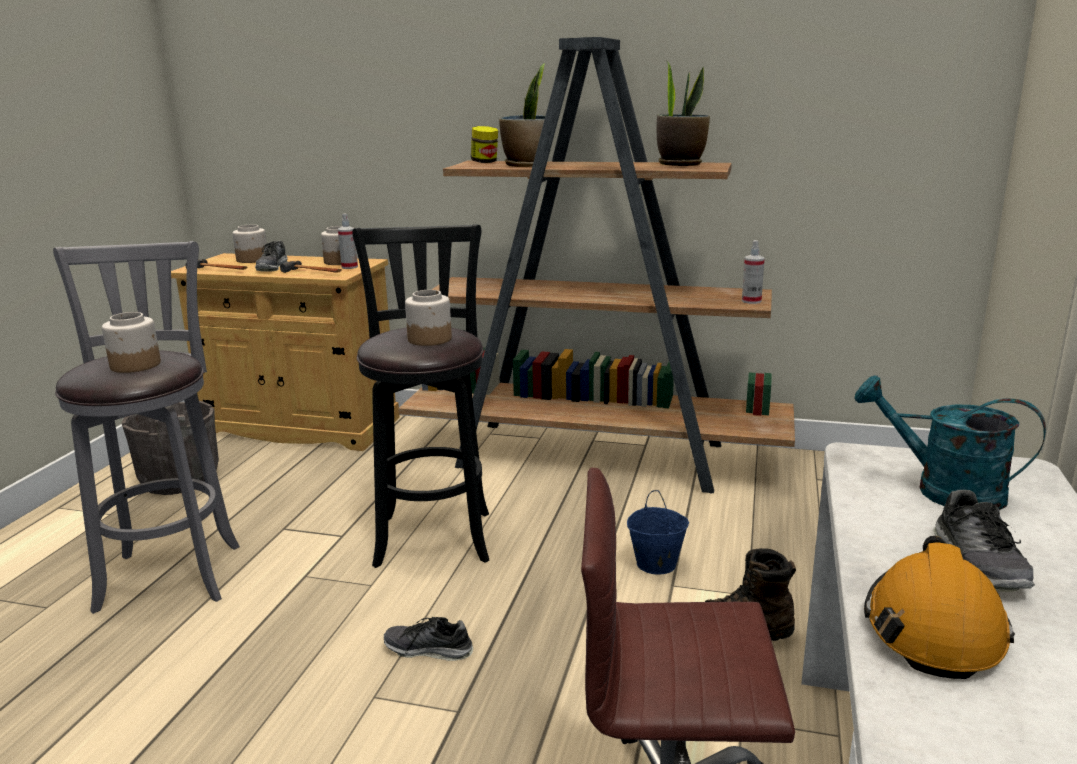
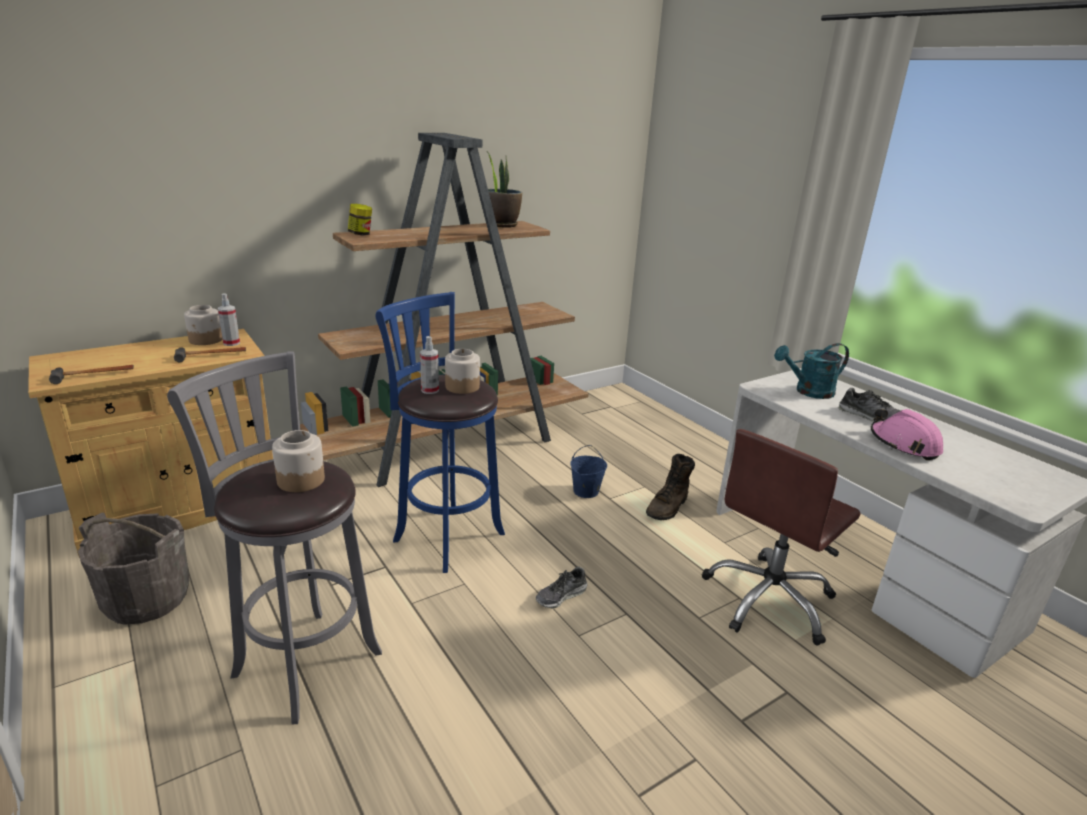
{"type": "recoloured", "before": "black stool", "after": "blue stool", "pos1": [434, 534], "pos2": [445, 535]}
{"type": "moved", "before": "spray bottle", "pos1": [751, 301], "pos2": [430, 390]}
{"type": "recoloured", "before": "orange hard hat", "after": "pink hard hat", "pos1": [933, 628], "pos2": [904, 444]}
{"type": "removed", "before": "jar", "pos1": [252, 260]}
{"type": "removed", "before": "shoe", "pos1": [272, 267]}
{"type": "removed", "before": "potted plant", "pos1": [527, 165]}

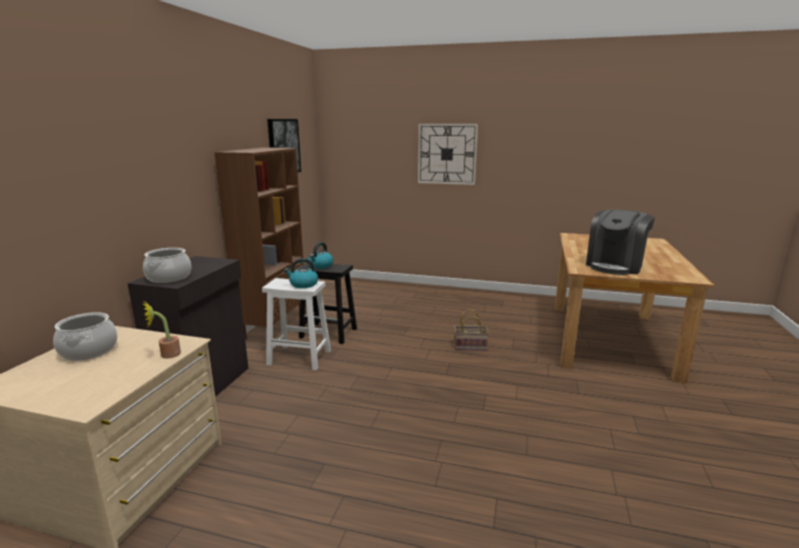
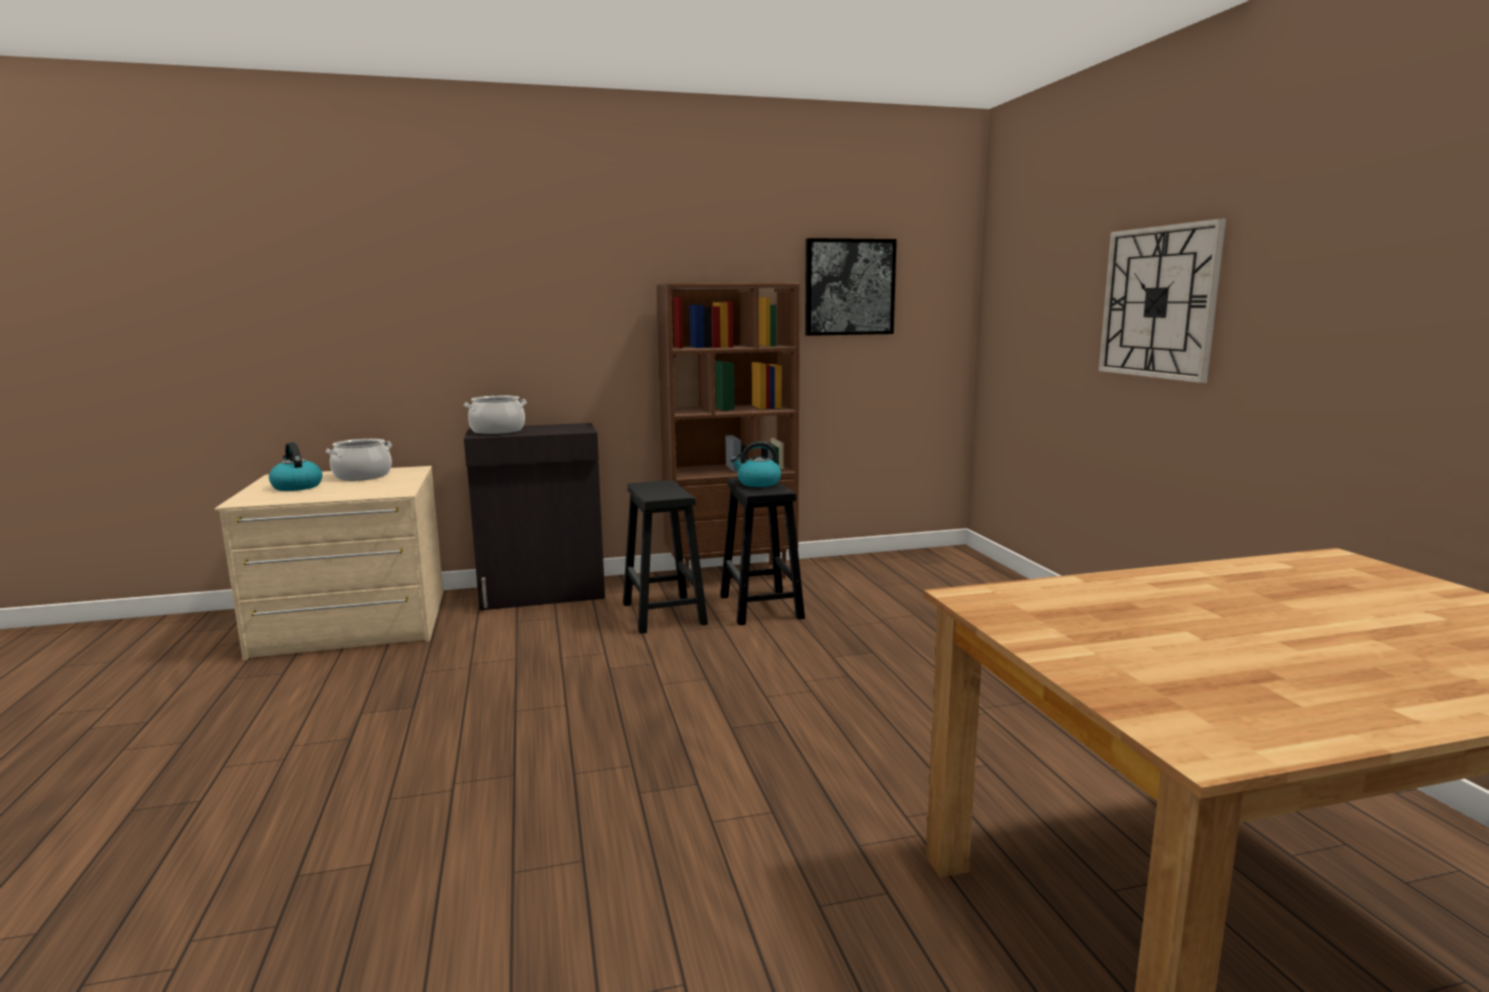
{"type": "moved", "before": "kettle", "pos1": [303, 284], "pos2": [296, 487]}
{"type": "recoloured", "before": "white stool", "after": "black stool", "pos1": [300, 357], "pos2": [664, 614]}
{"type": "removed", "before": "potted plant", "pos1": [166, 355]}
{"type": "removed", "before": "basket", "pos1": [471, 346]}
{"type": "removed", "before": "coffee machine", "pos1": [615, 266]}

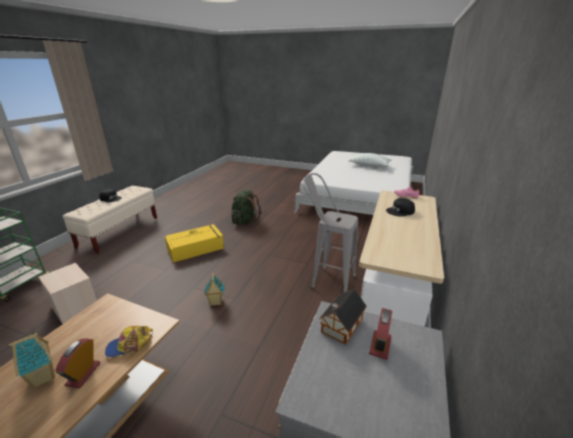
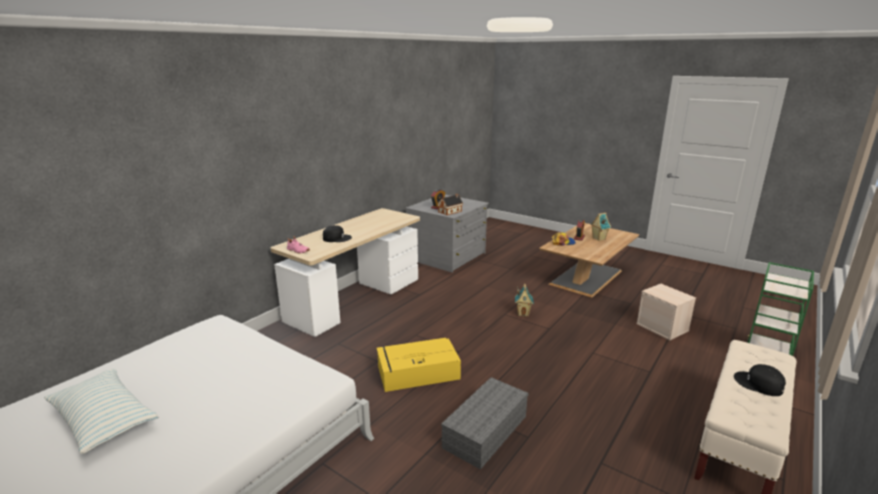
{"type": "moved", "before": "yellow storage box", "pos1": [196, 248], "pos2": [417, 373]}
{"type": "replaced", "before": "green backpack", "after": "grey storage box", "pos1": [245, 221], "pos2": [485, 430]}
{"type": "removed", "before": "grey stool", "pos1": [326, 280]}

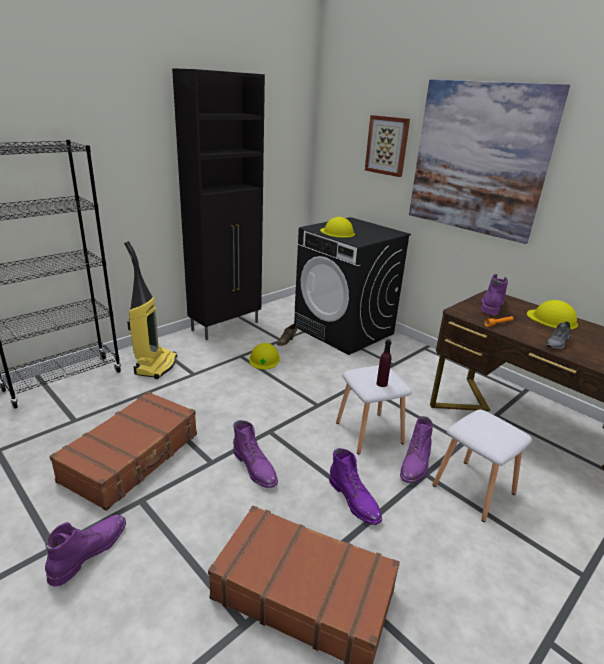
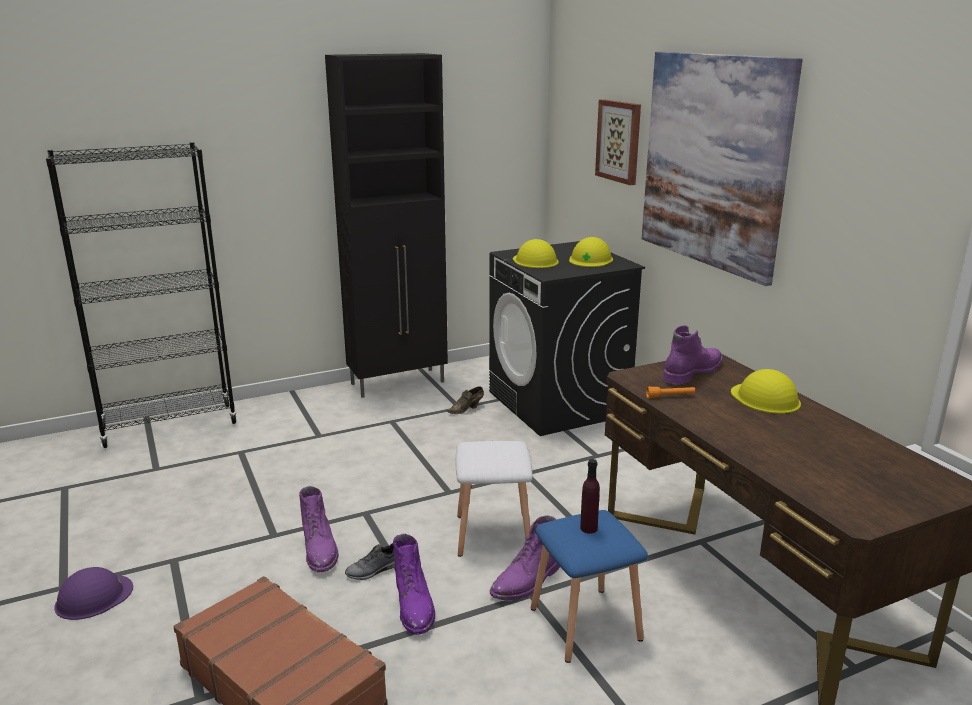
{"type": "replaced", "before": "purple boot", "after": "purple hard hat", "pos1": [88, 551], "pos2": [93, 597]}
{"type": "moved", "before": "grey shoe", "pos1": [557, 343], "pos2": [373, 570]}
{"type": "recoloured", "before": "white stool", "after": "blue stool", "pos1": [472, 489], "pos2": [583, 623]}
{"type": "moved", "before": "yellow hard hat", "pos1": [264, 359], "pos2": [590, 259]}
{"type": "moved", "before": "purple bottle", "pos1": [381, 384], "pos2": [588, 528]}
{"type": "removed", "before": "brown suitcase", "pos1": [132, 457]}
{"type": "removed", "before": "vacuum cleaner", "pos1": [155, 365]}

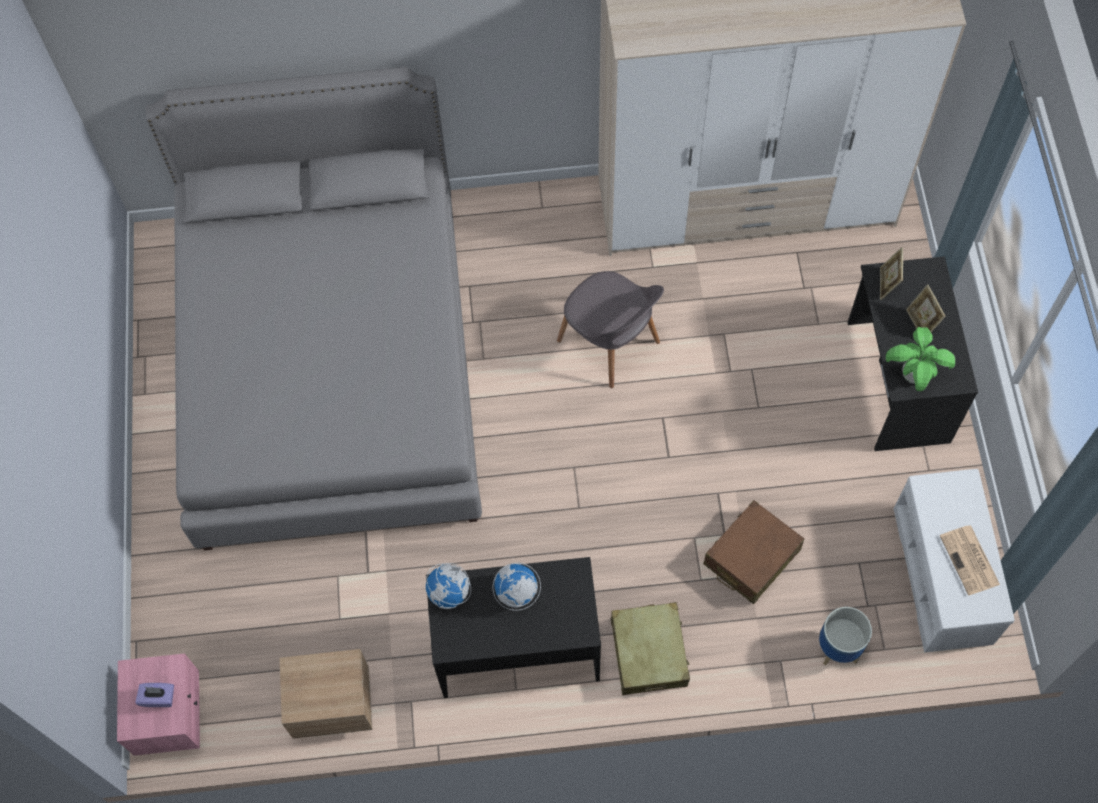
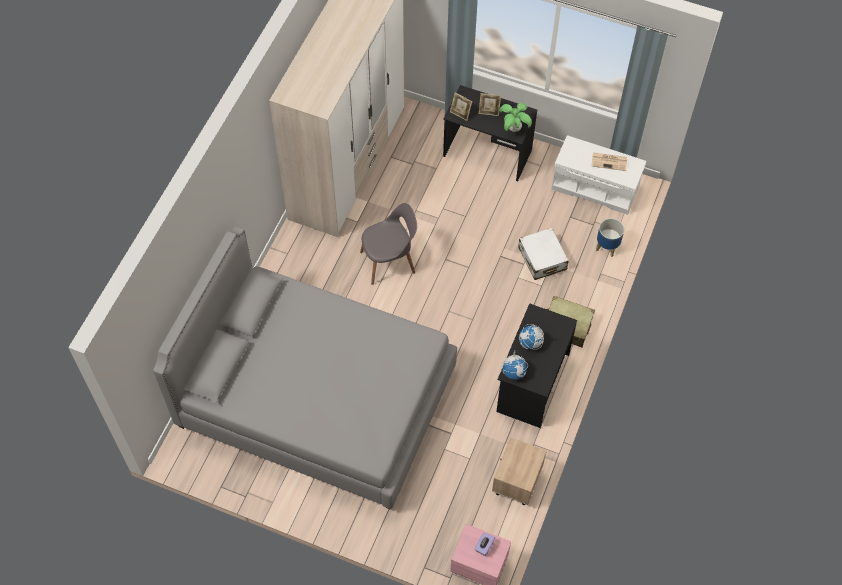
{"type": "recoloured", "before": "brown suitcase", "after": "white suitcase", "pos1": [751, 557], "pos2": [542, 259]}

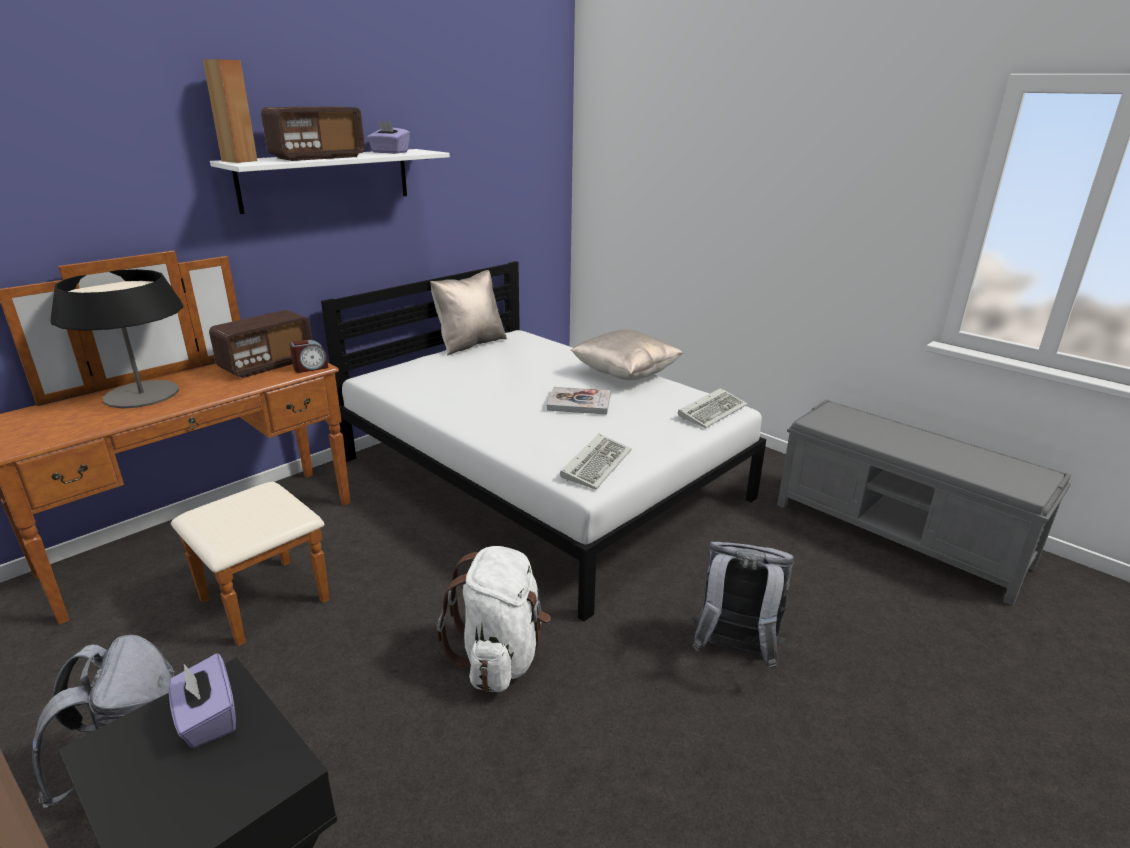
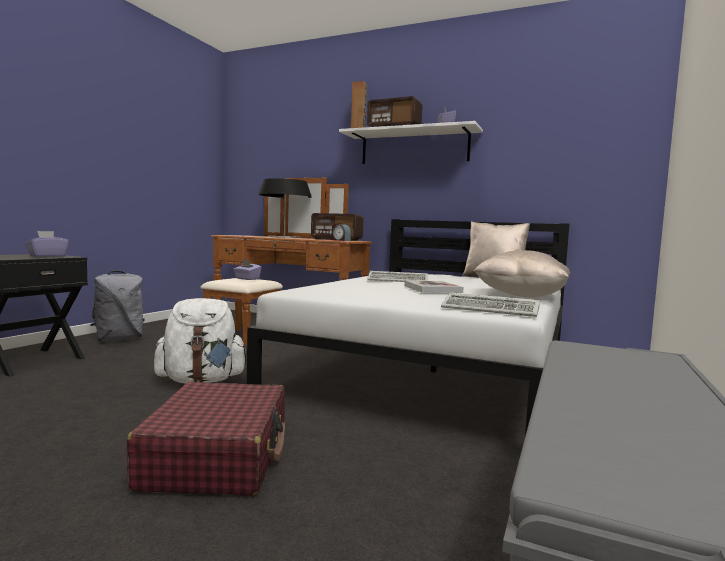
{"type": "replaced", "before": "grey backpack", "after": "red suitcase", "pos1": [734, 652], "pos2": [218, 456]}
{"type": "added", "after": "purple tissue box", "pos2": [247, 279]}
{"type": "moved", "before": "keyboard", "pos1": [596, 464], "pos2": [399, 280]}

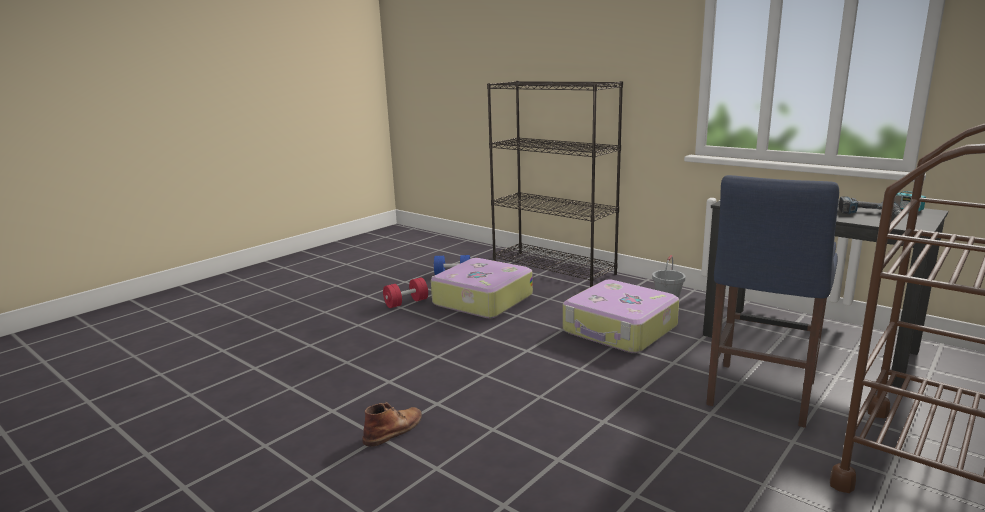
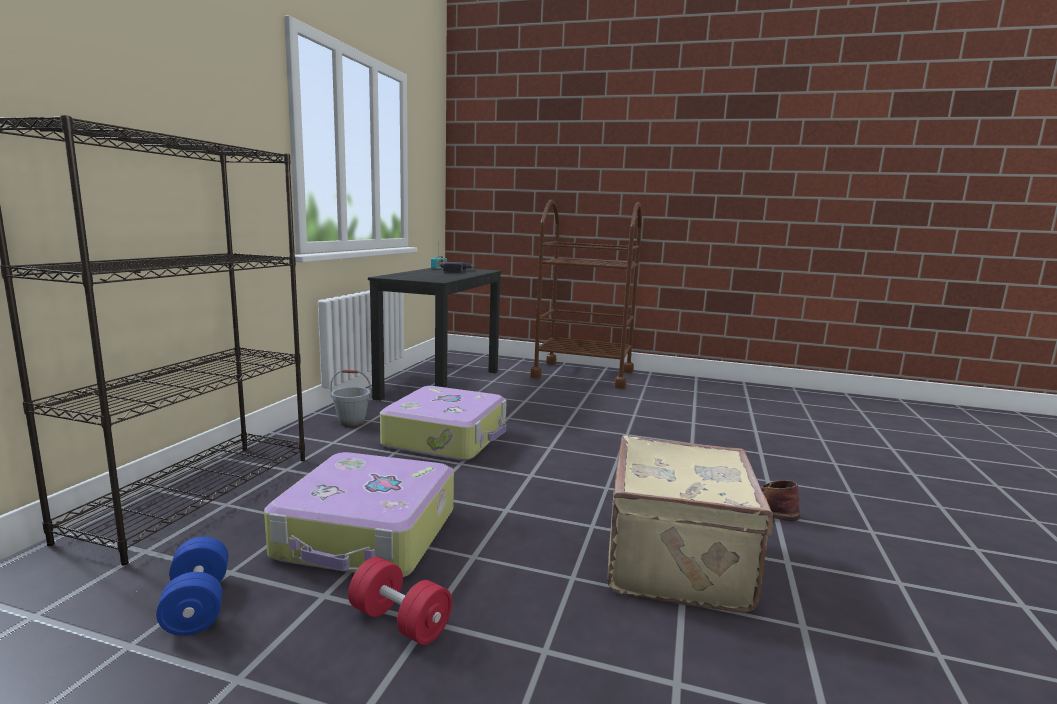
{"type": "added", "after": "beige suitcase", "pos2": [679, 561]}
{"type": "removed", "before": "blue stool", "pos1": [759, 396]}

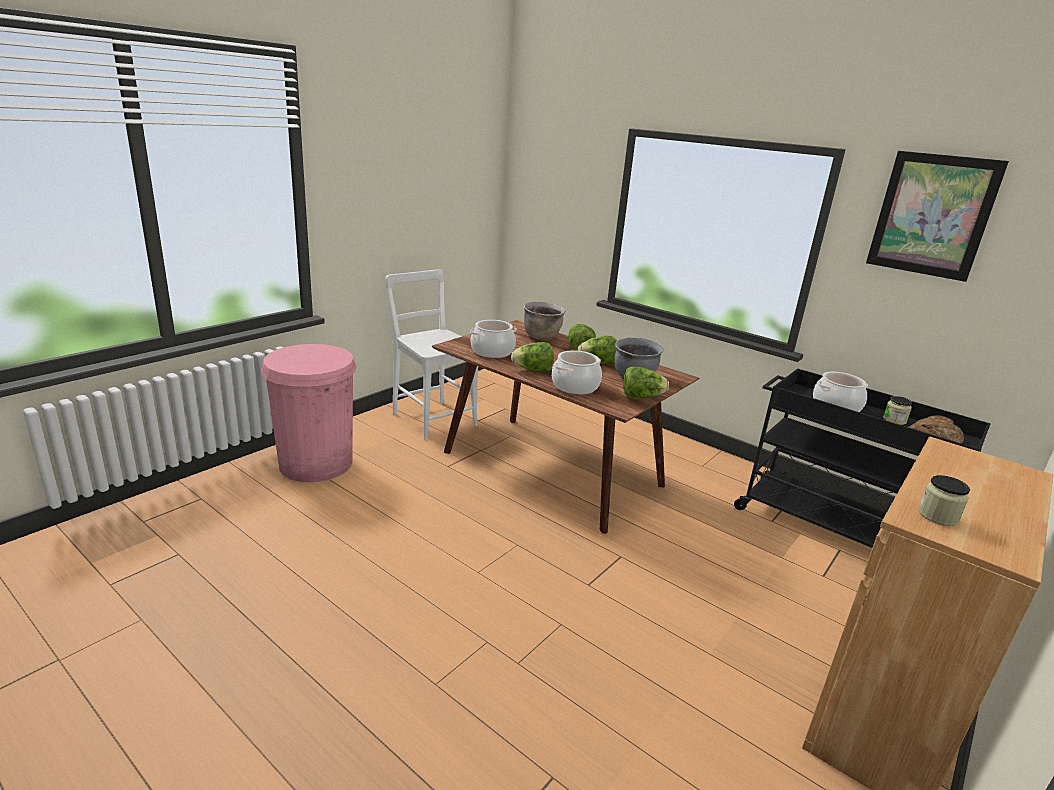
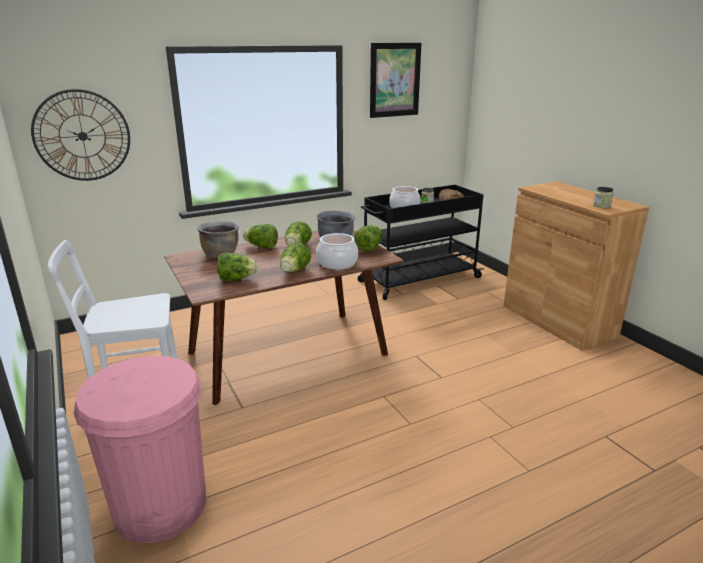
{"type": "added", "after": "wall clock", "pos2": [82, 136]}
{"type": "replaced", "before": "cooking pot", "after": "lettuce", "pos1": [492, 351], "pos2": [236, 279]}

